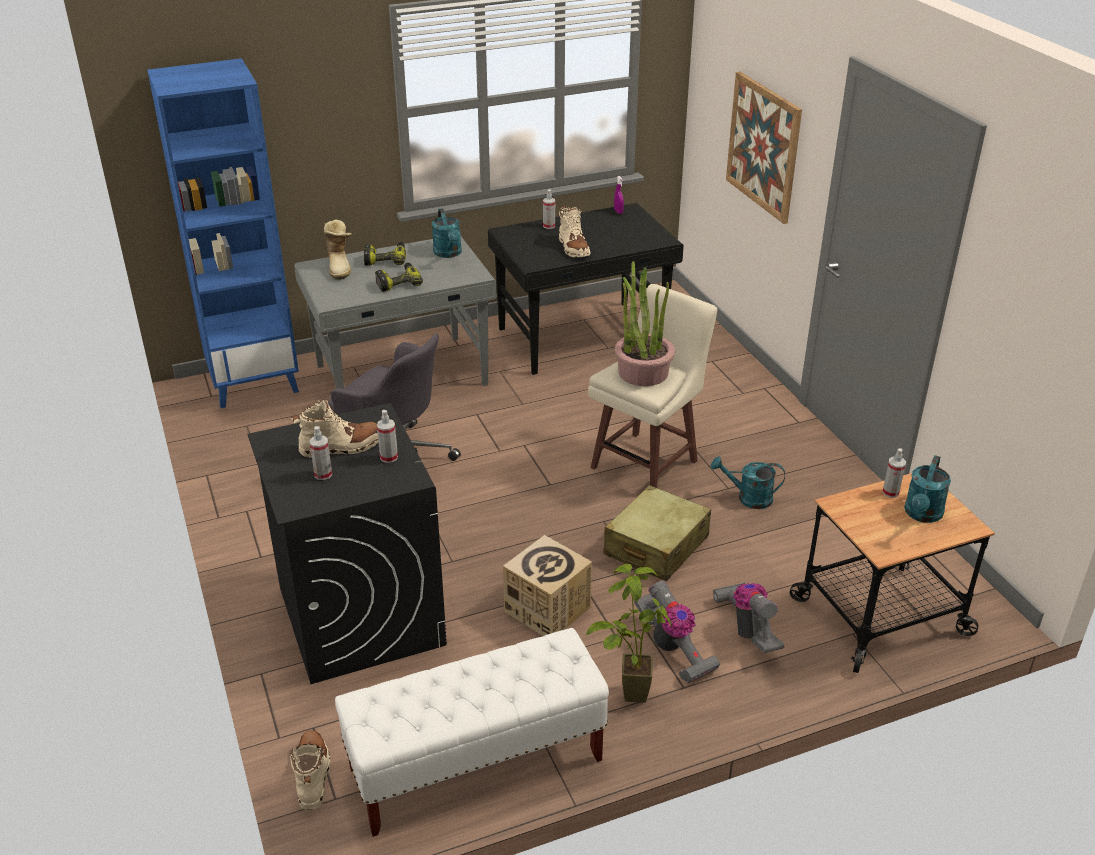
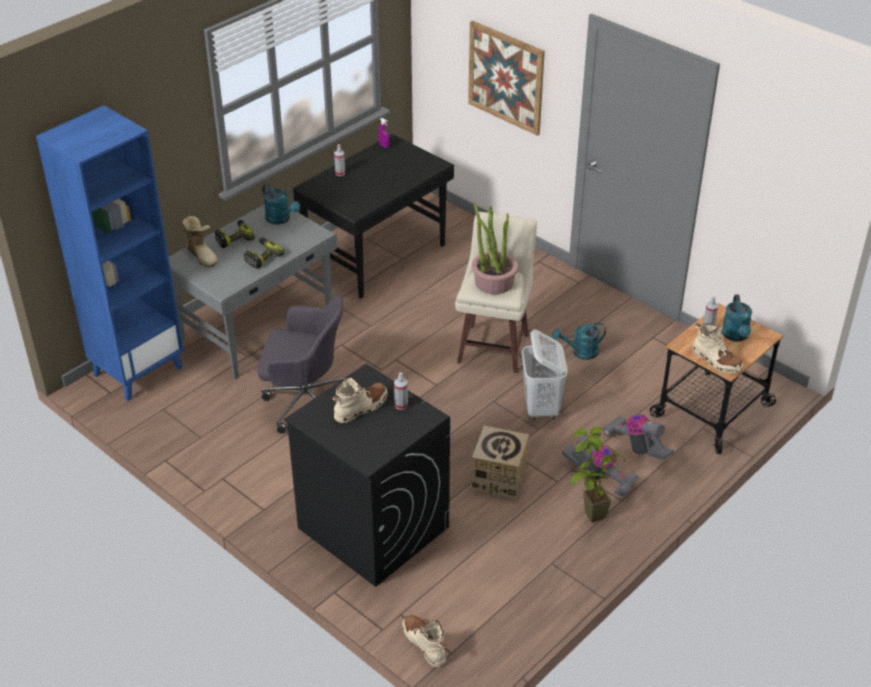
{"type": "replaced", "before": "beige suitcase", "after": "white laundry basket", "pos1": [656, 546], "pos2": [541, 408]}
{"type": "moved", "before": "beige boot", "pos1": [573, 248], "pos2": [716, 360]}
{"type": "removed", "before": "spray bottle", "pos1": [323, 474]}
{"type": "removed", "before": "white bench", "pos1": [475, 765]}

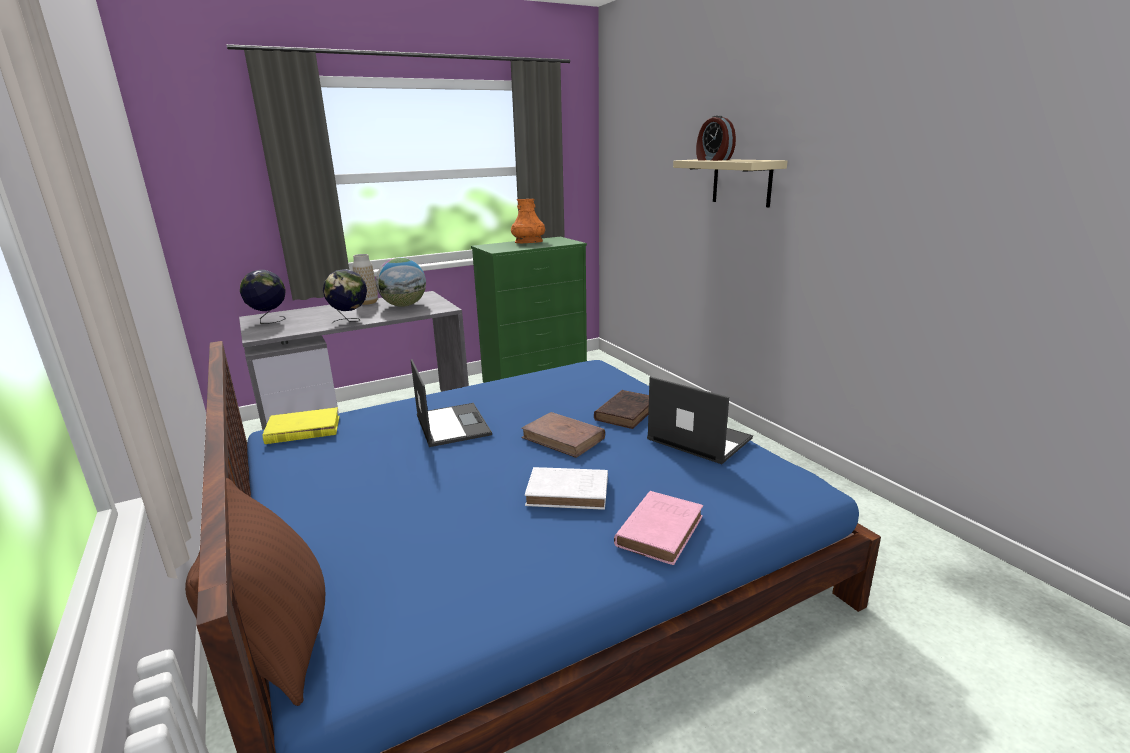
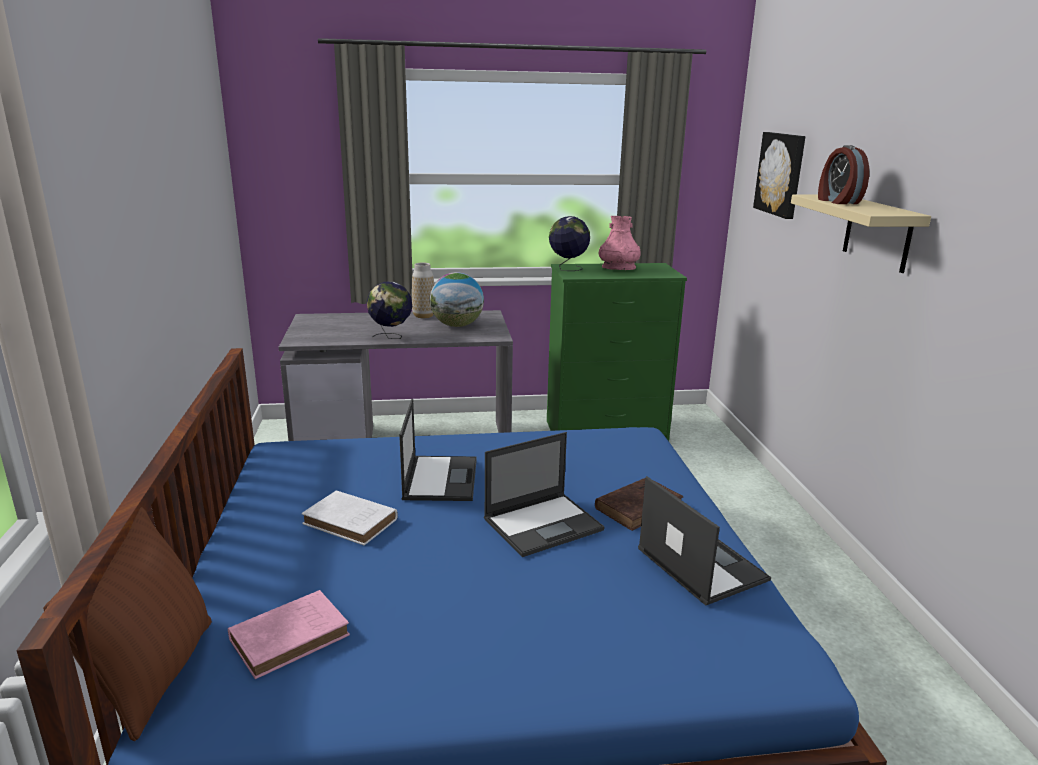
{"type": "moved", "before": "pink book", "pos1": [660, 529], "pos2": [293, 636]}
{"type": "moved", "before": "white book", "pos1": [570, 493], "pos2": [352, 522]}
{"type": "replaced", "before": "brown book", "after": "laptop", "pos1": [563, 438], "pos2": [544, 524]}
{"type": "moved", "before": "globe", "pos1": [269, 321], "pos2": [568, 269]}
{"type": "recoloured", "before": "orange vase", "after": "pink vase", "pos1": [528, 242], "pos2": [618, 268]}
{"type": "added", "after": "picture", "pos2": [781, 174]}
{"type": "removed", "before": "yellow book", "pos1": [303, 430]}

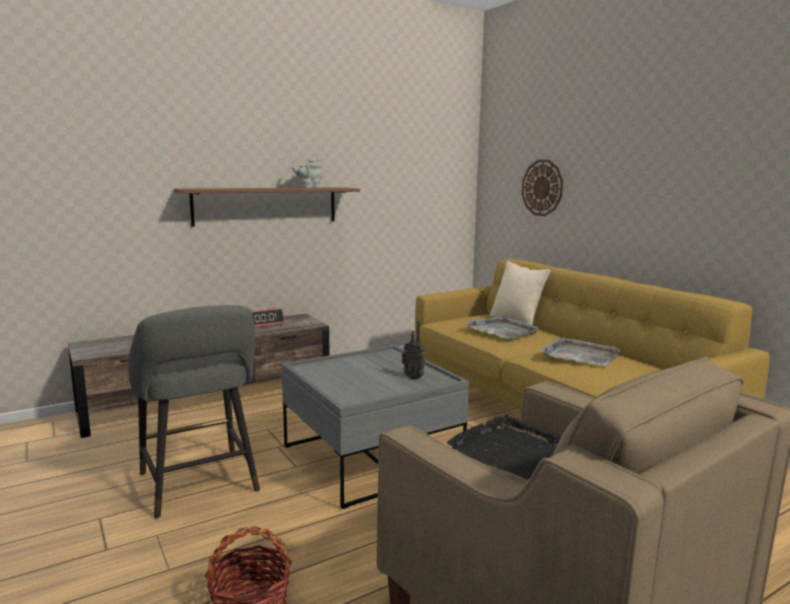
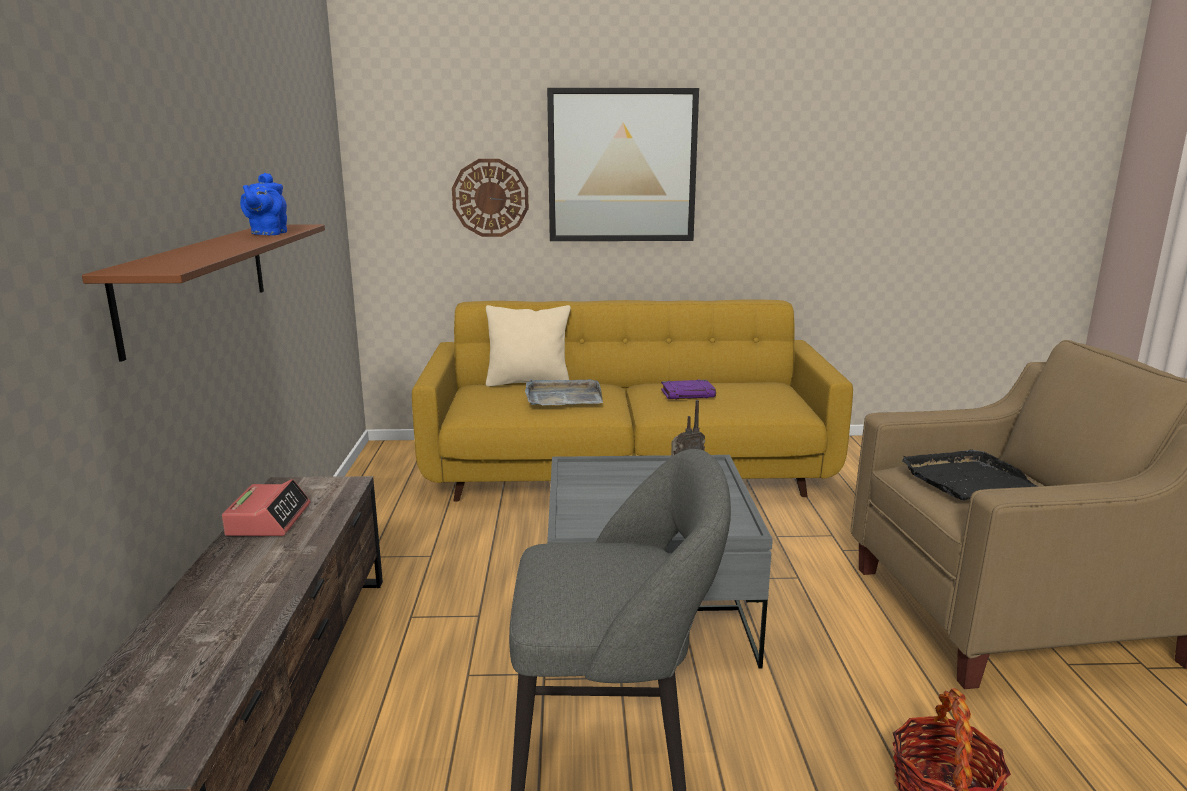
{"type": "recoloured", "before": "grey teapot", "after": "blue teapot", "pos1": [308, 188], "pos2": [267, 234]}
{"type": "added", "after": "picture", "pos2": [622, 166]}
{"type": "replaced", "before": "grey tray", "after": "purple book", "pos1": [580, 355], "pos2": [688, 393]}

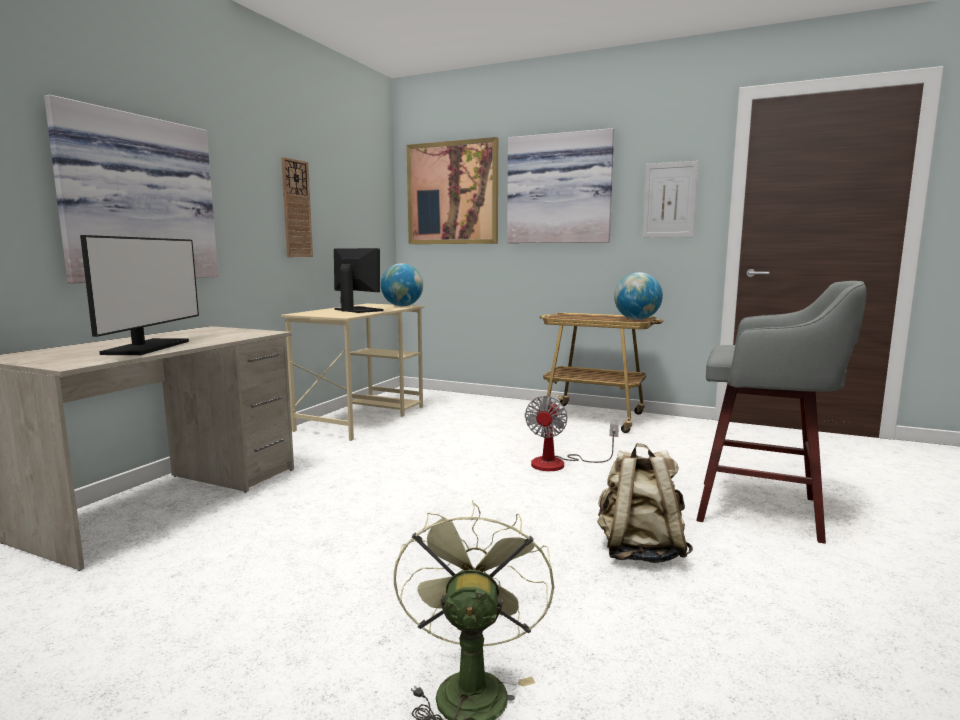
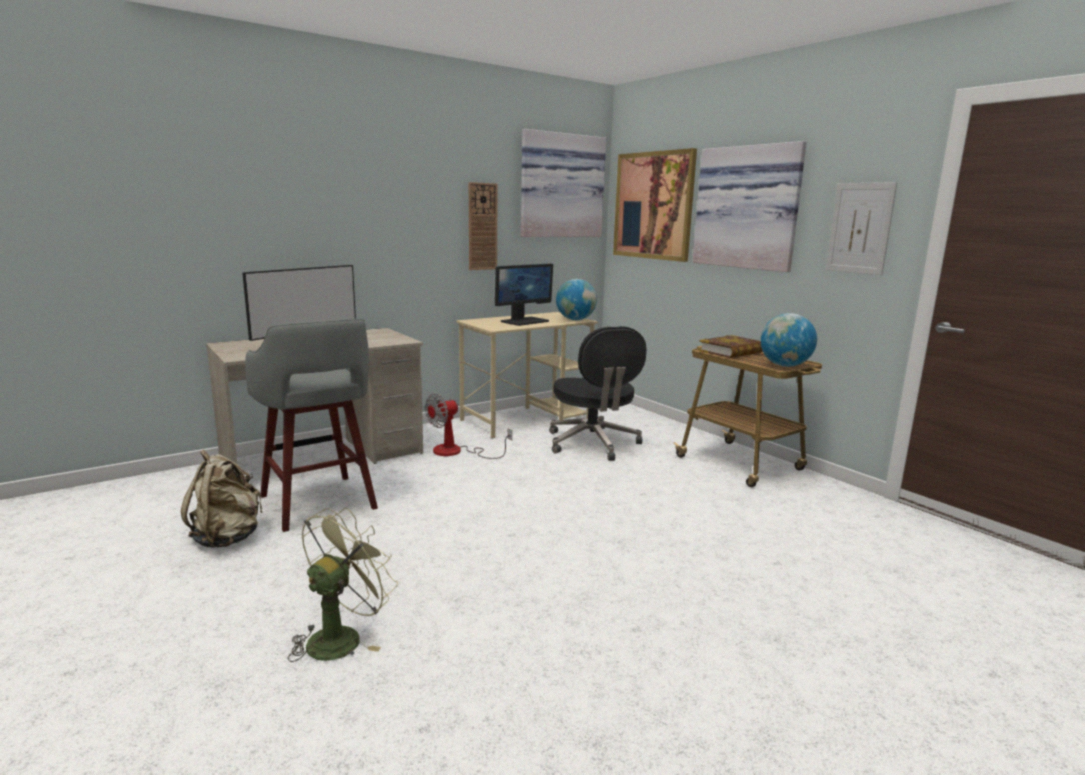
{"type": "moved", "before": "beige backpack", "pos1": [639, 551], "pos2": [228, 538]}
{"type": "moved", "before": "grey stool", "pos1": [763, 510], "pos2": [319, 504]}
{"type": "moved", "before": "fan", "pos1": [559, 463], "pos2": [457, 452]}
{"type": "turned", "before": "monitor", "pos1": [357, 310], "pos2": [524, 321], "turn": 60}
{"type": "moved", "before": "picture", "pos1": [137, 199], "pos2": [560, 186]}
{"type": "added", "after": "black office chair", "pos2": [593, 444]}
{"type": "added", "after": "book", "pos2": [731, 352]}

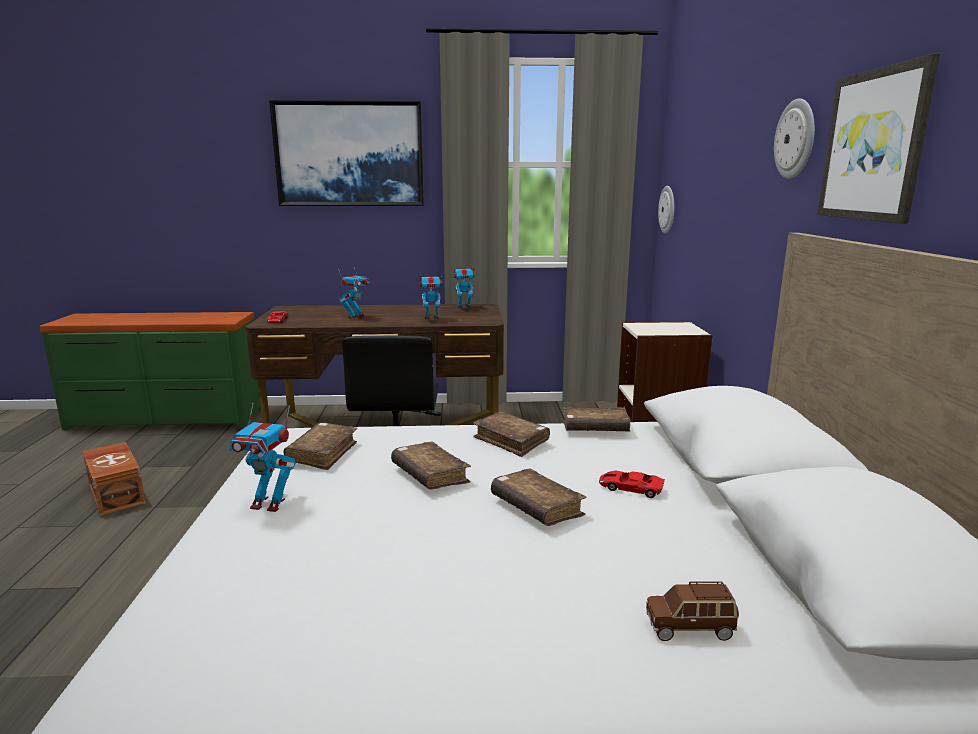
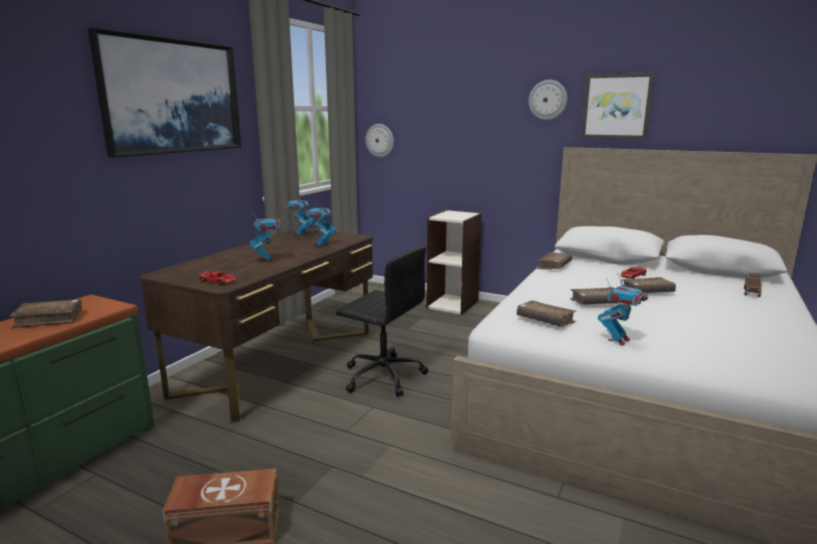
{"type": "moved", "before": "brown book", "pos1": [511, 441], "pos2": [49, 319]}

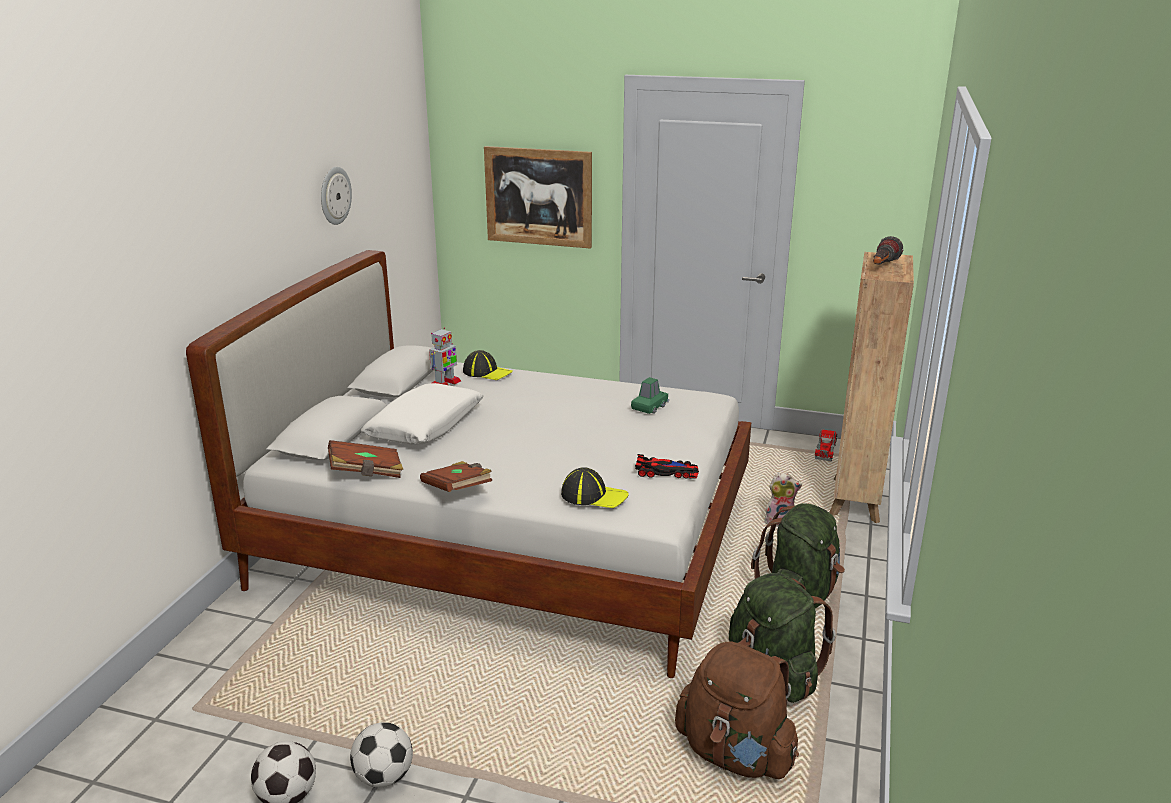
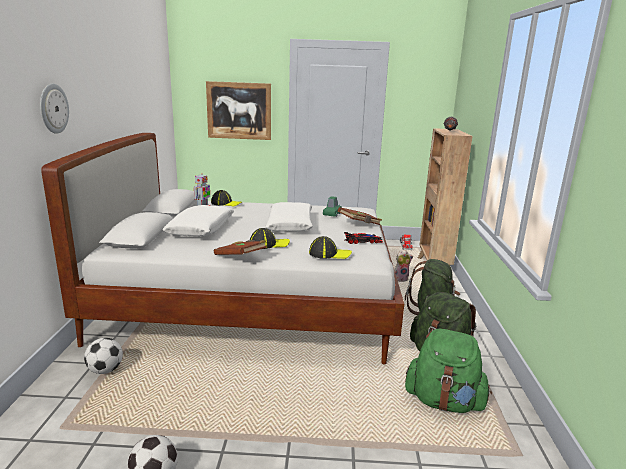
{"type": "moved", "before": "wall clock", "pos1": [334, 195], "pos2": [53, 108]}
{"type": "moved", "before": "football", "pos1": [384, 777], "pos2": [105, 370]}
{"type": "added", "after": "cap", "pos2": [269, 244]}
{"type": "added", "after": "white pillow", "pos2": [290, 224]}
{"type": "moved", "before": "brown book", "pos1": [366, 473], "pos2": [359, 224]}
{"type": "recoloured", "before": "brown backpack", "after": "green backpack", "pos1": [735, 754], "pos2": [444, 402]}

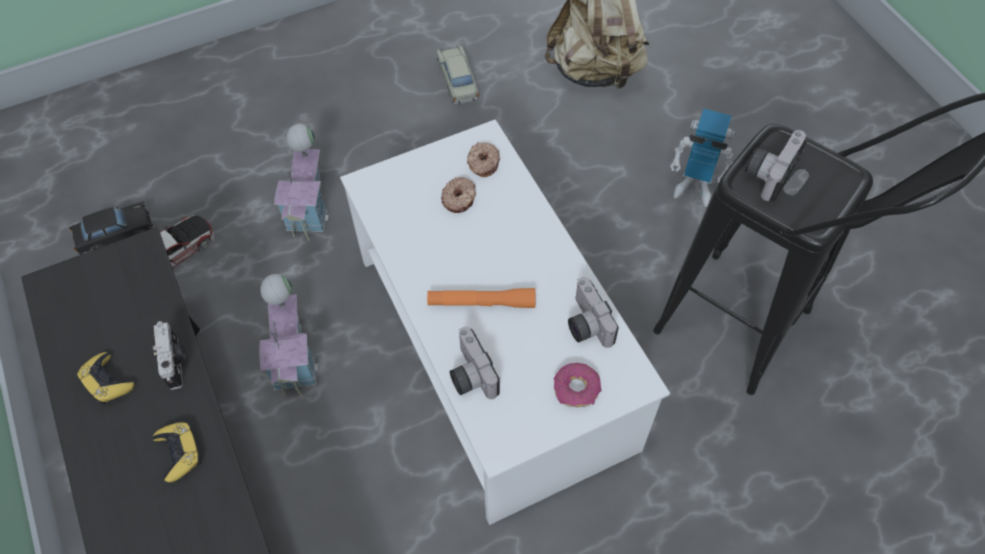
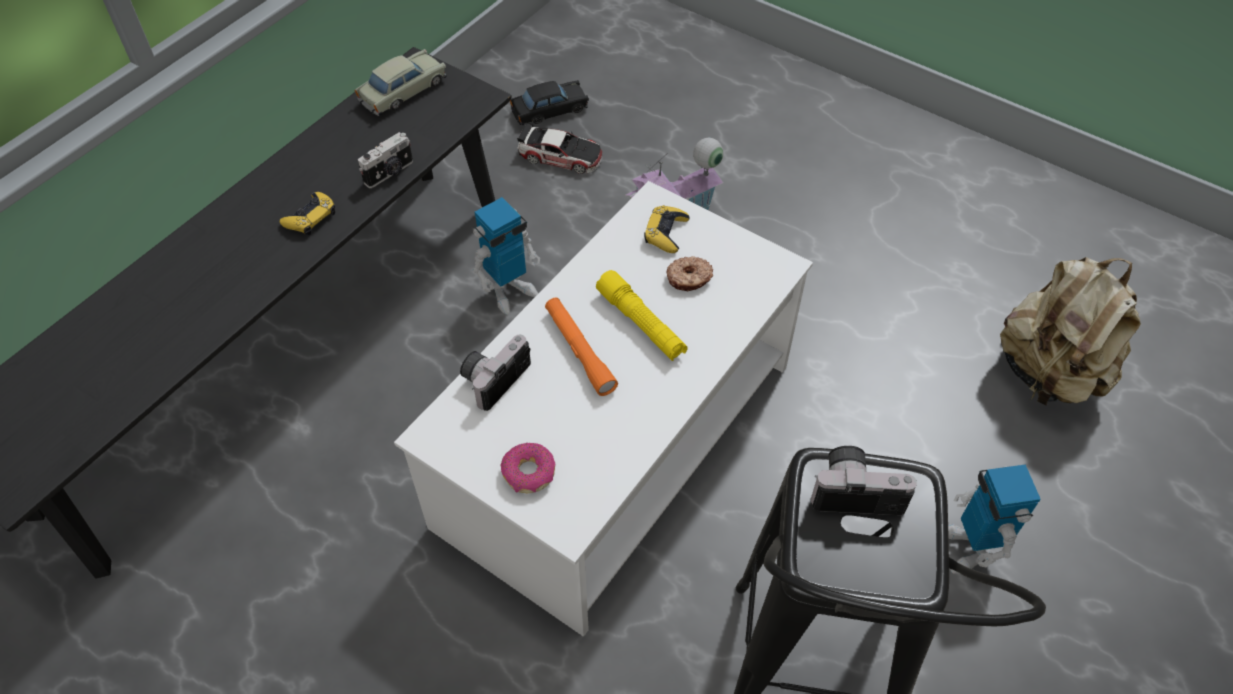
{"type": "moved", "before": "beige toy car", "pos1": [458, 81], "pos2": [403, 91]}
{"type": "replaced", "before": "toy house", "after": "toy robot", "pos1": [294, 357], "pos2": [510, 291]}
{"type": "turned", "before": "black toy car", "pos1": [115, 233], "pos2": [549, 110], "turn": -60}
{"type": "added", "after": "yellow flashlight", "pos2": [641, 324]}
{"type": "moved", "before": "yellow game controller", "pos1": [107, 381], "pos2": [666, 233]}
{"type": "removed", "before": "donut", "pos1": [483, 163]}
{"type": "removed", "before": "photo camera", "pos1": [585, 324]}

